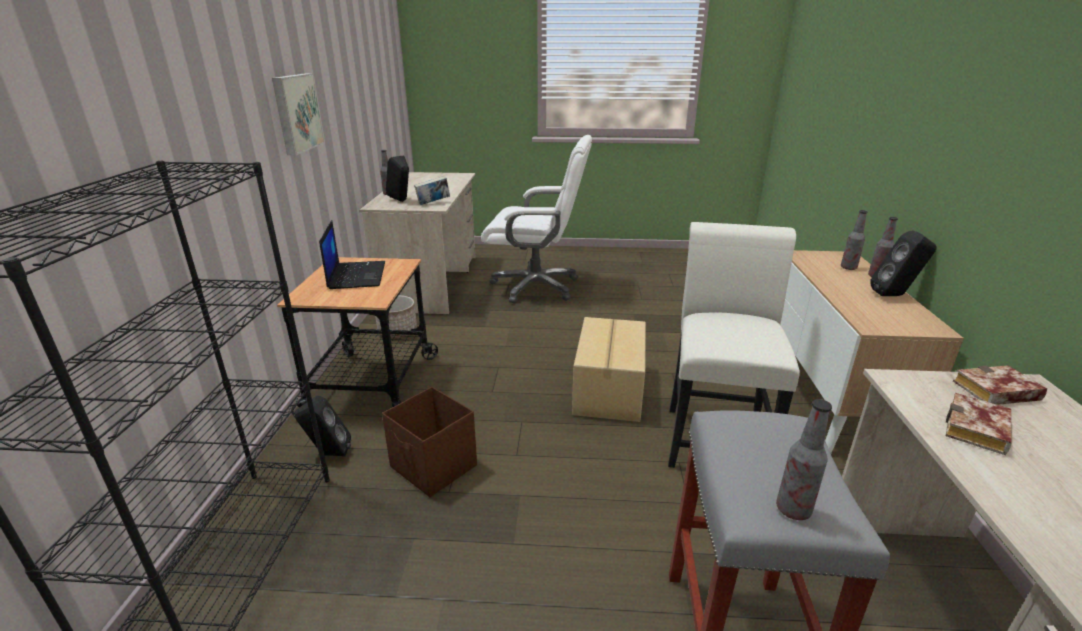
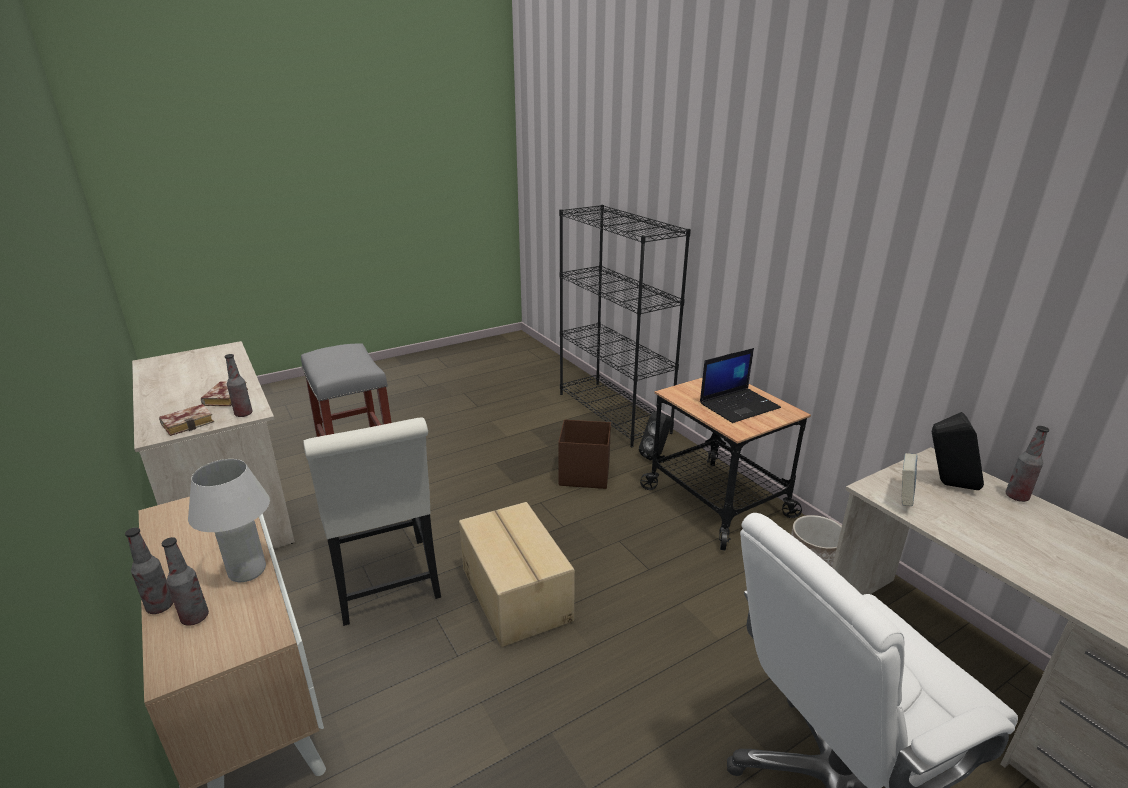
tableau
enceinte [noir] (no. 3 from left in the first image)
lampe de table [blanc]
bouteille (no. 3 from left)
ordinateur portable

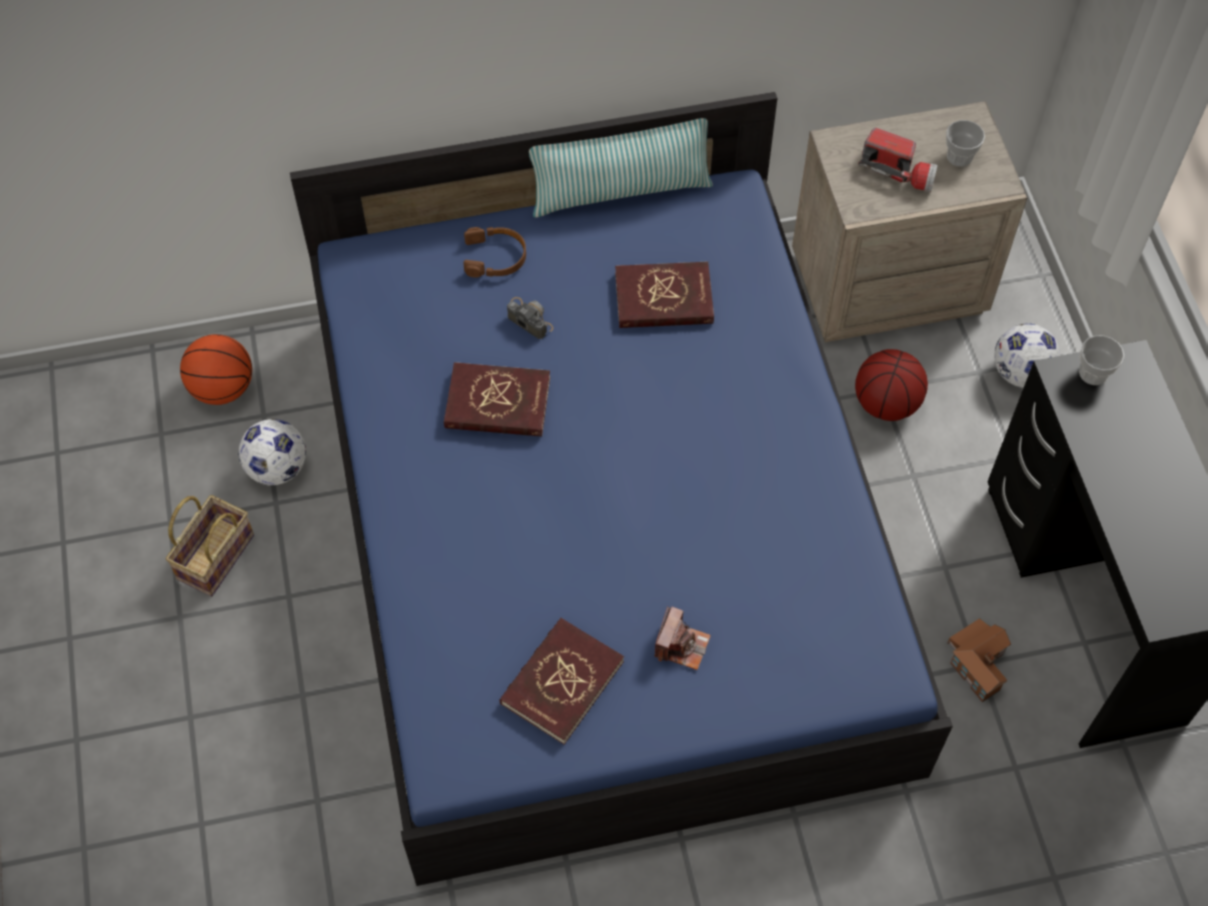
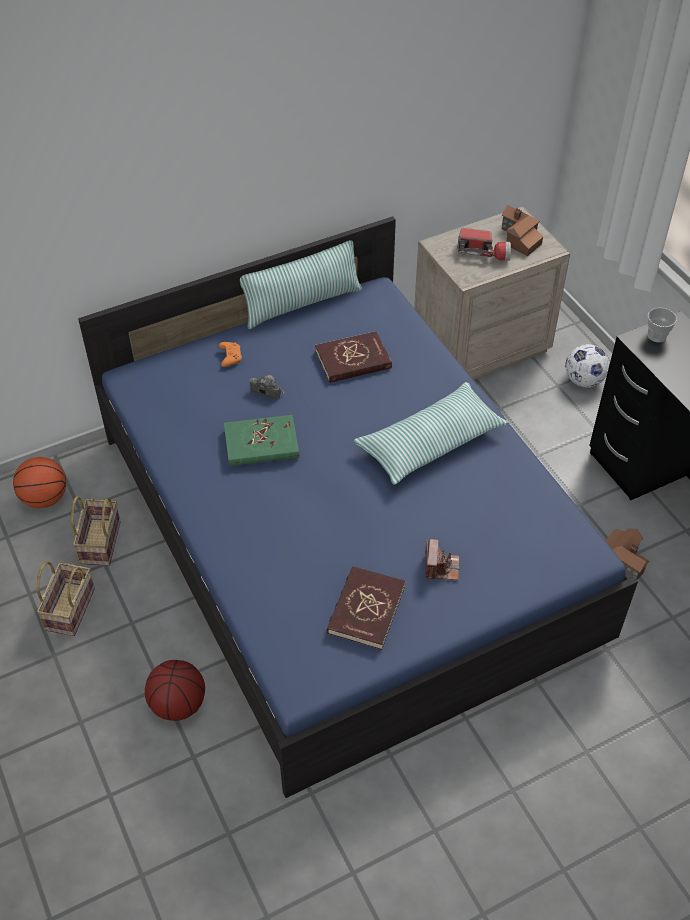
coussin (no. 2 from left)
ballon de basket (no. 2 from left)
panier (no. 2 from left)
manette [orange]
maison miniature (no. 1 from left)
livre [vert]

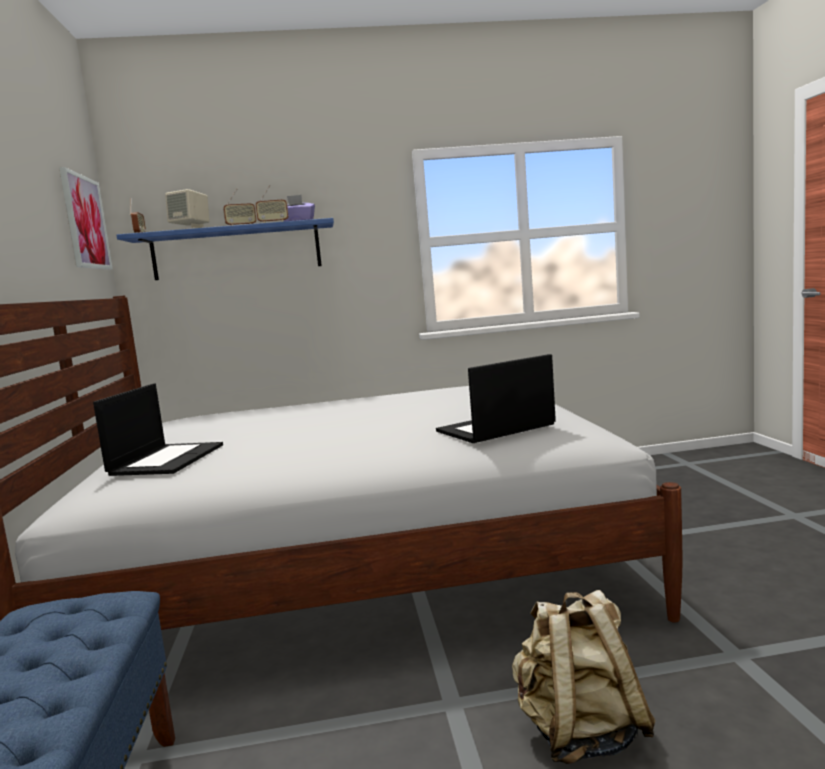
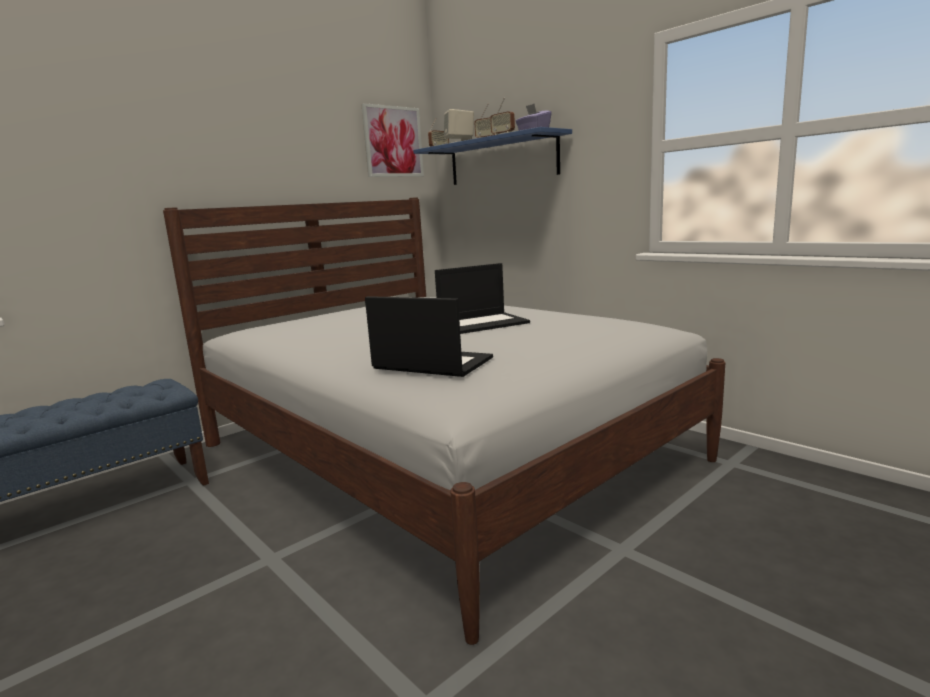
sac à dos [beige]
ordinateur portable (no. 2 from left)

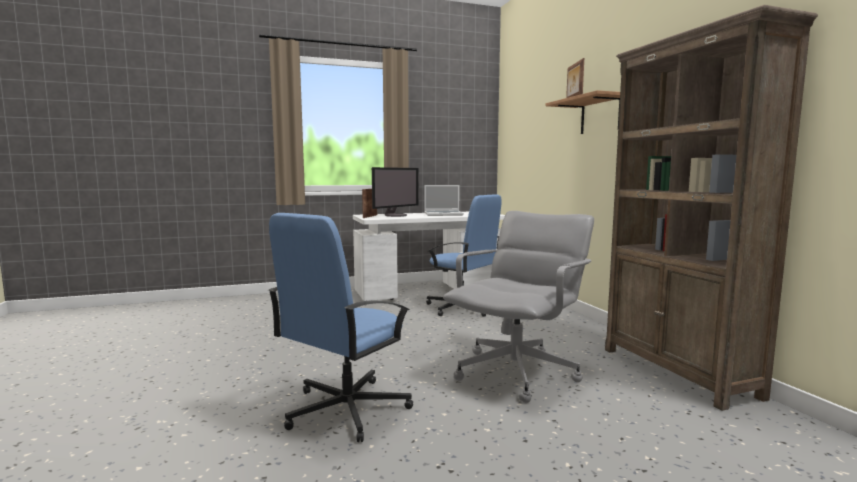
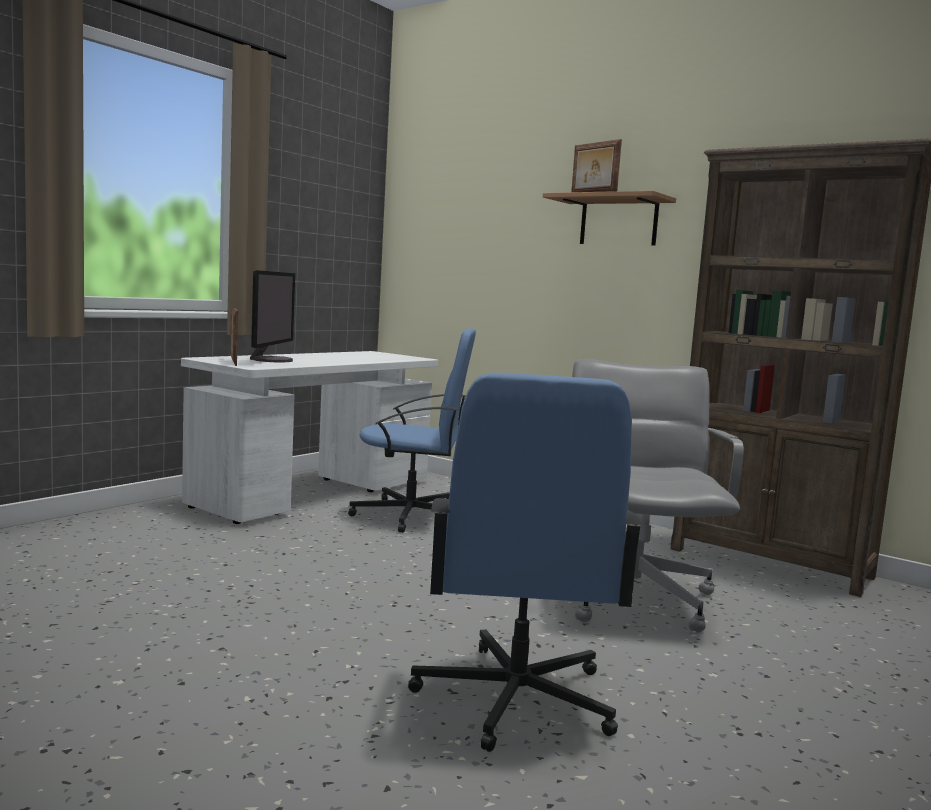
ordinateur portable

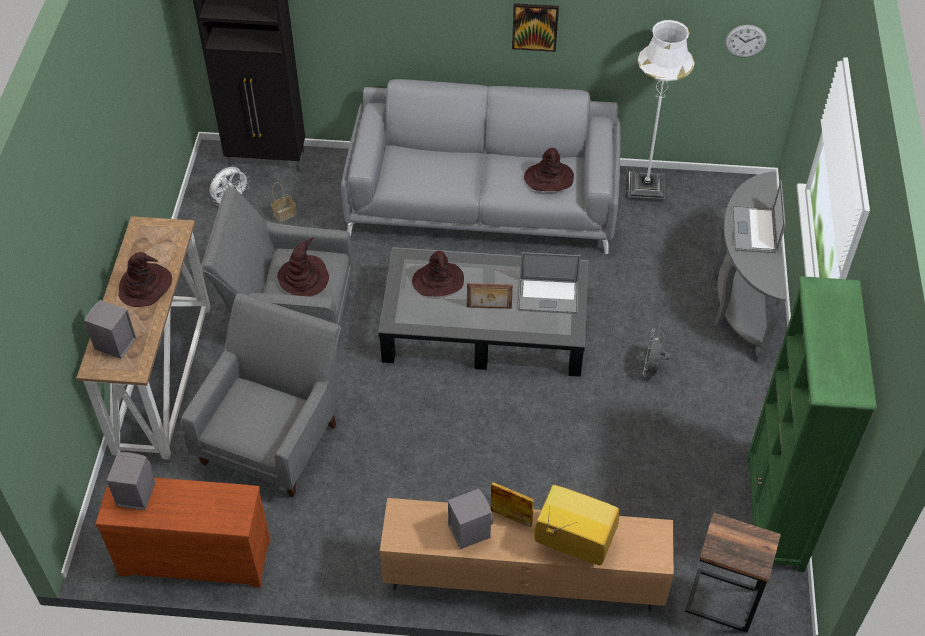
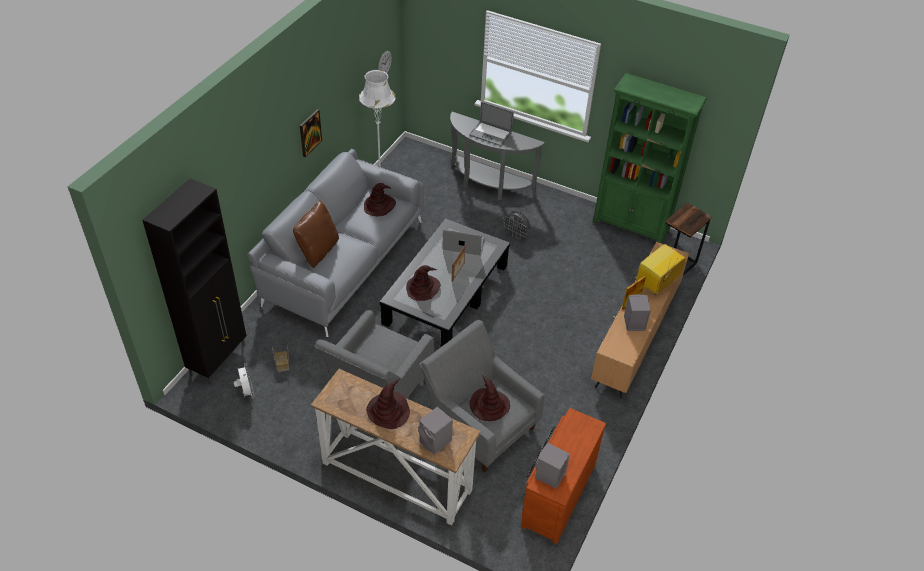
coussin [marron]
chapeau [marron] (no. 4 from left)
ordinateur portable (no. 1 from left)

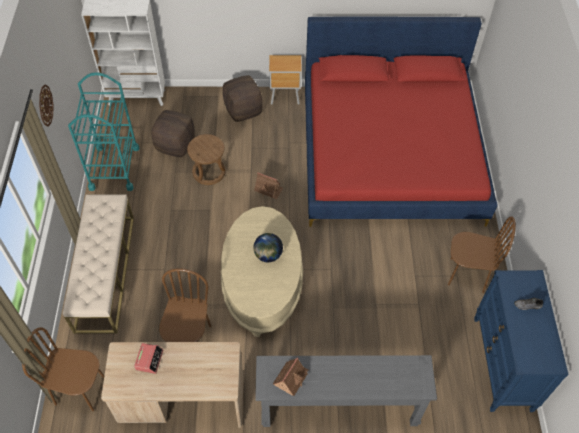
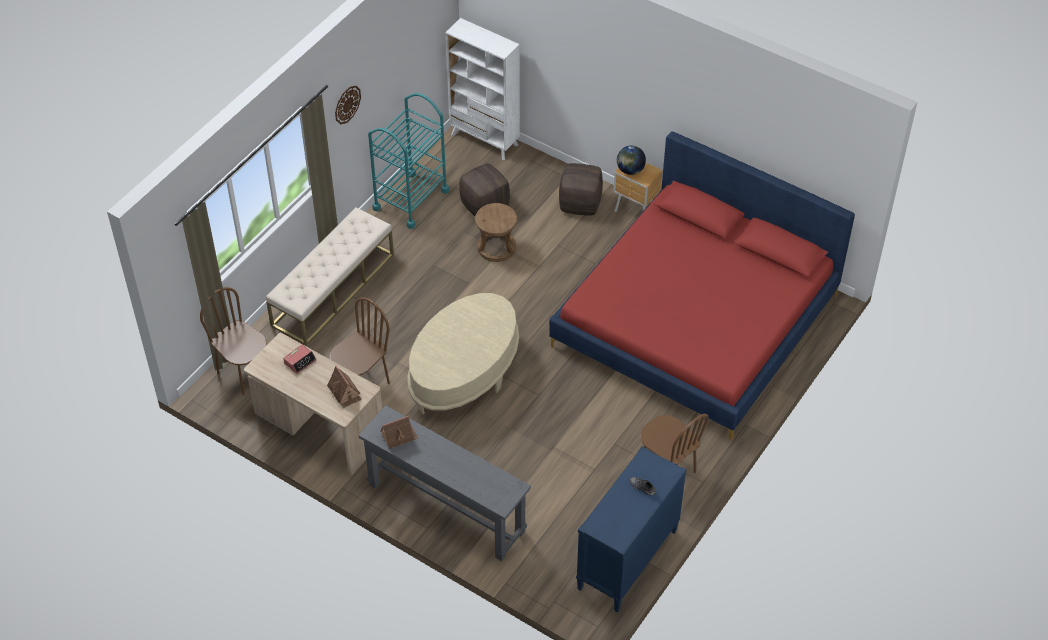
globe
maison miniature (no. 1 from left)

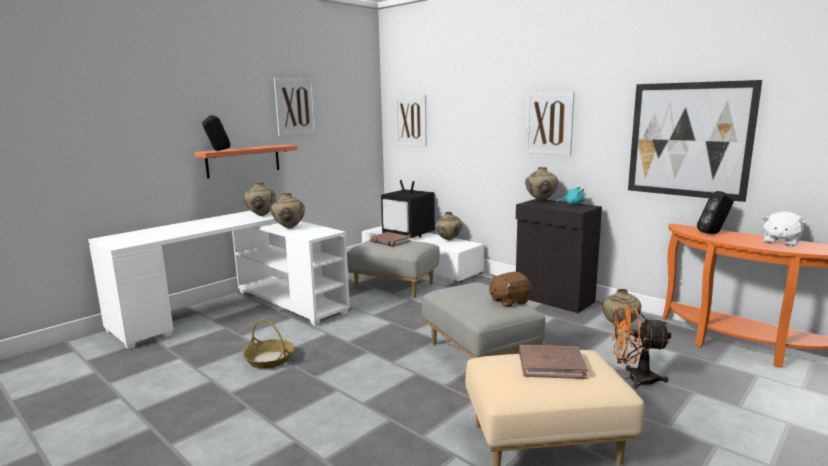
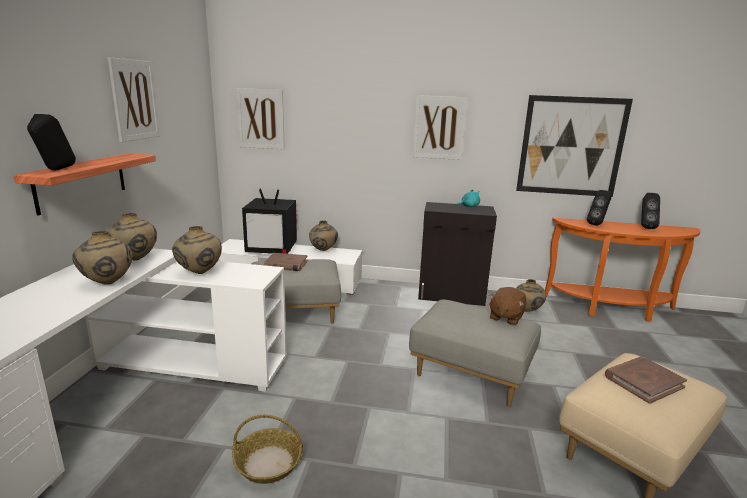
ventilateur [orange]
vase [beige] (no. 1 from left)
enceinte [noir] (no. 3 from left)

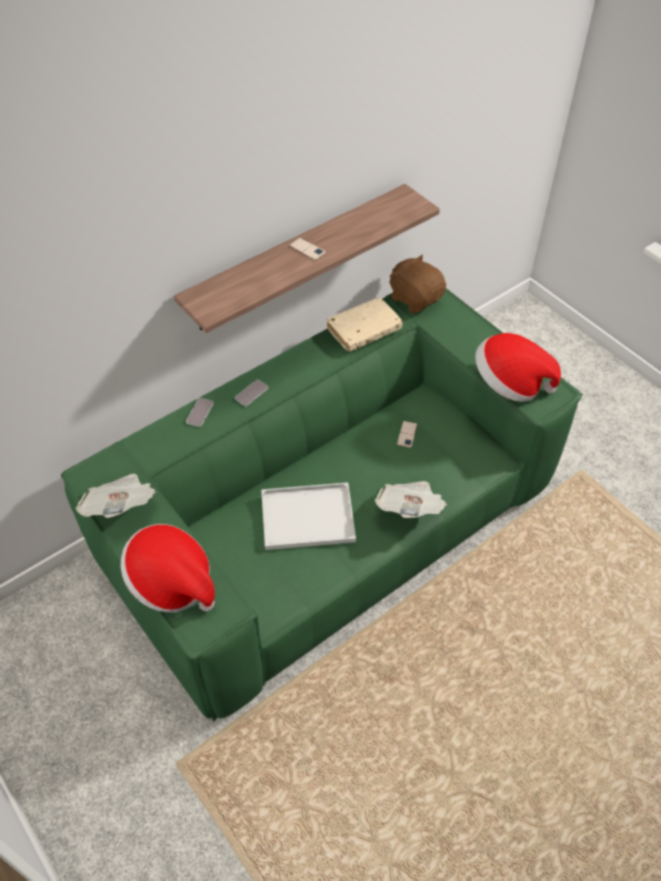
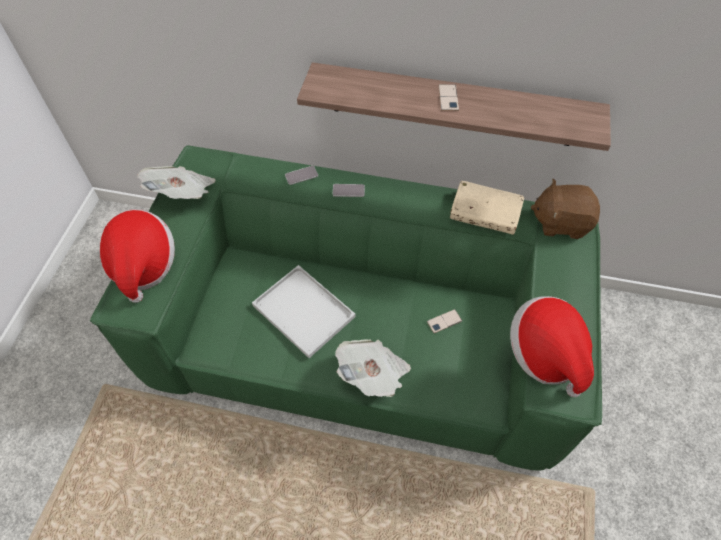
peluche [marron]

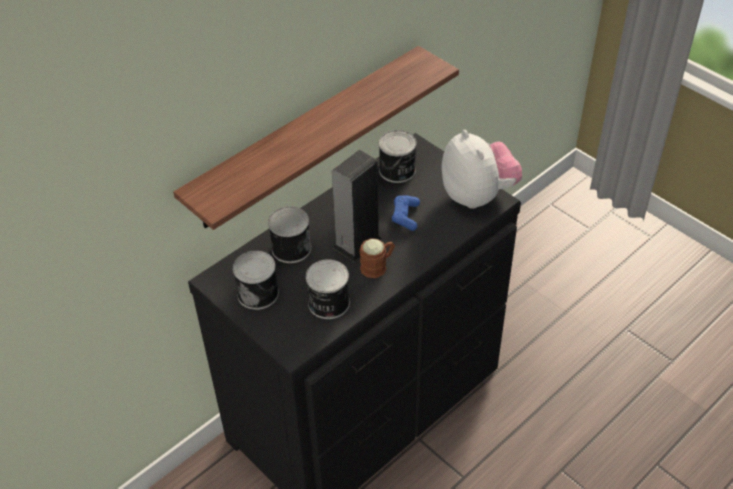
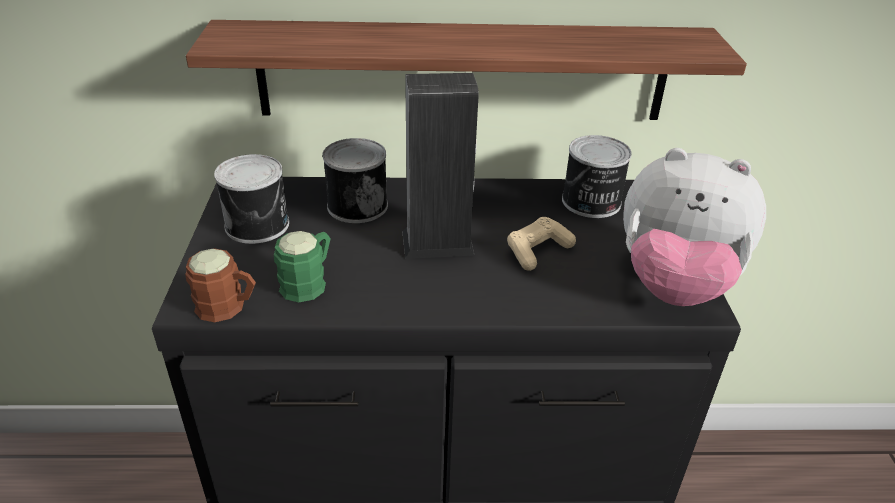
mug [marron]
mug [vert]
manette [beige]
peluche

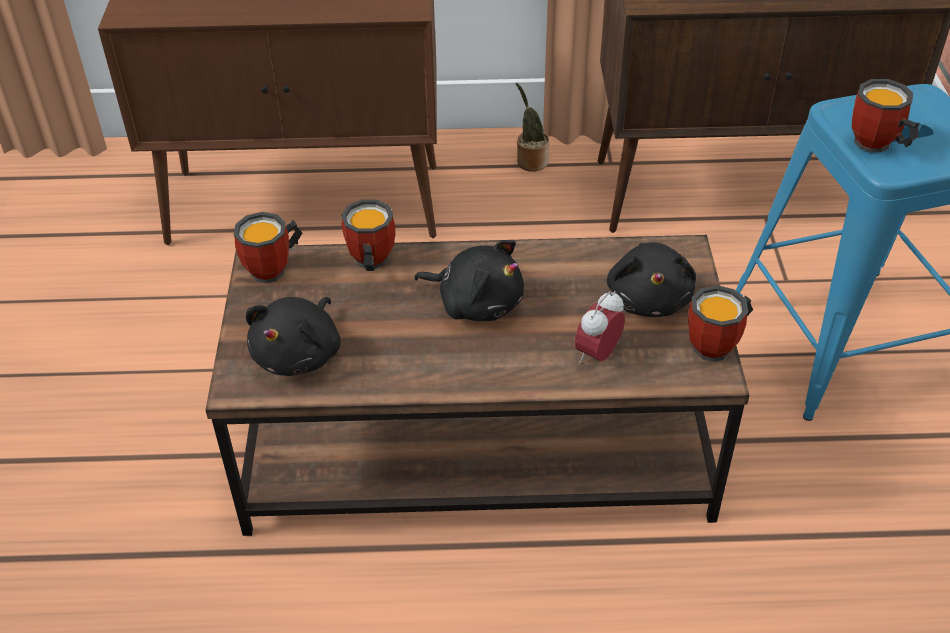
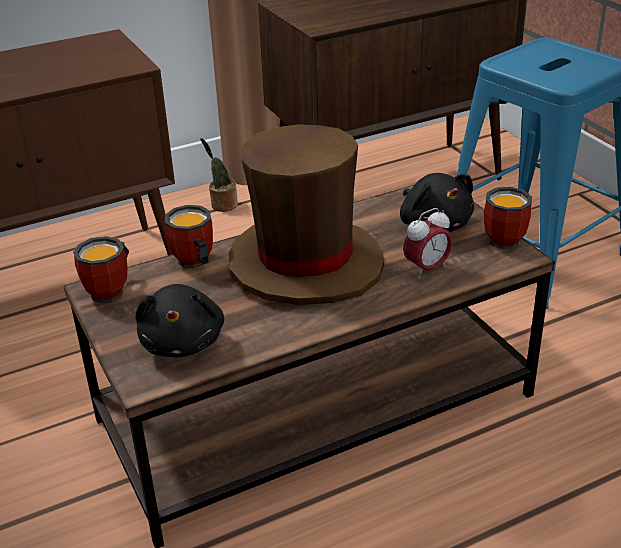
mug (no. 4 from left in the first image)
chapeau [marron]
réveil

